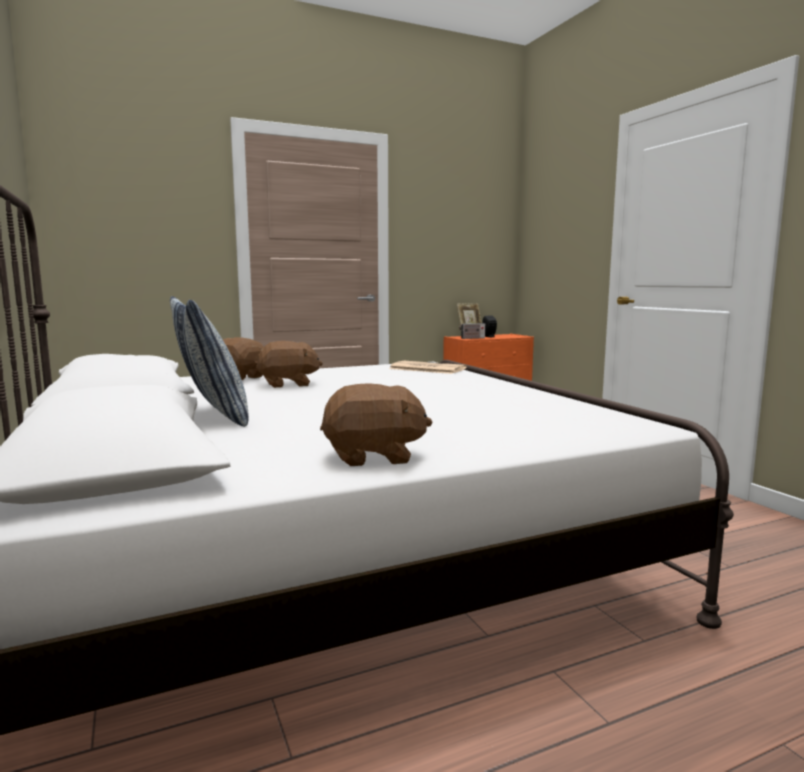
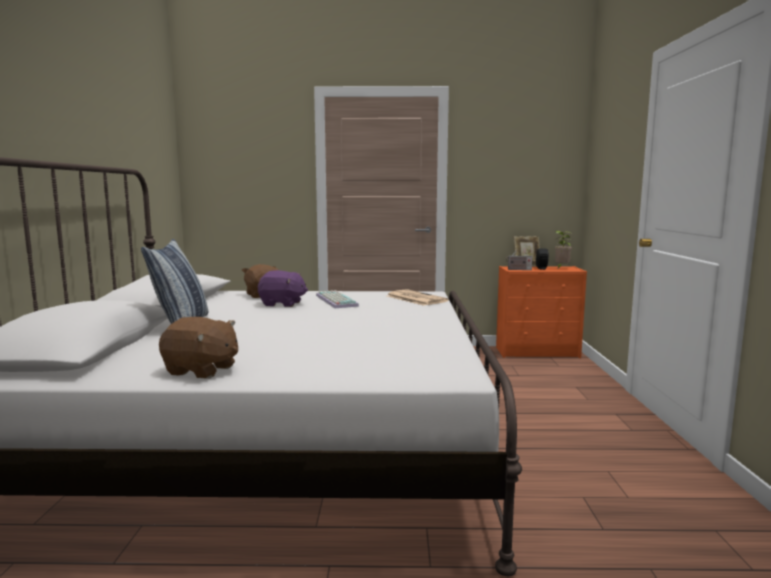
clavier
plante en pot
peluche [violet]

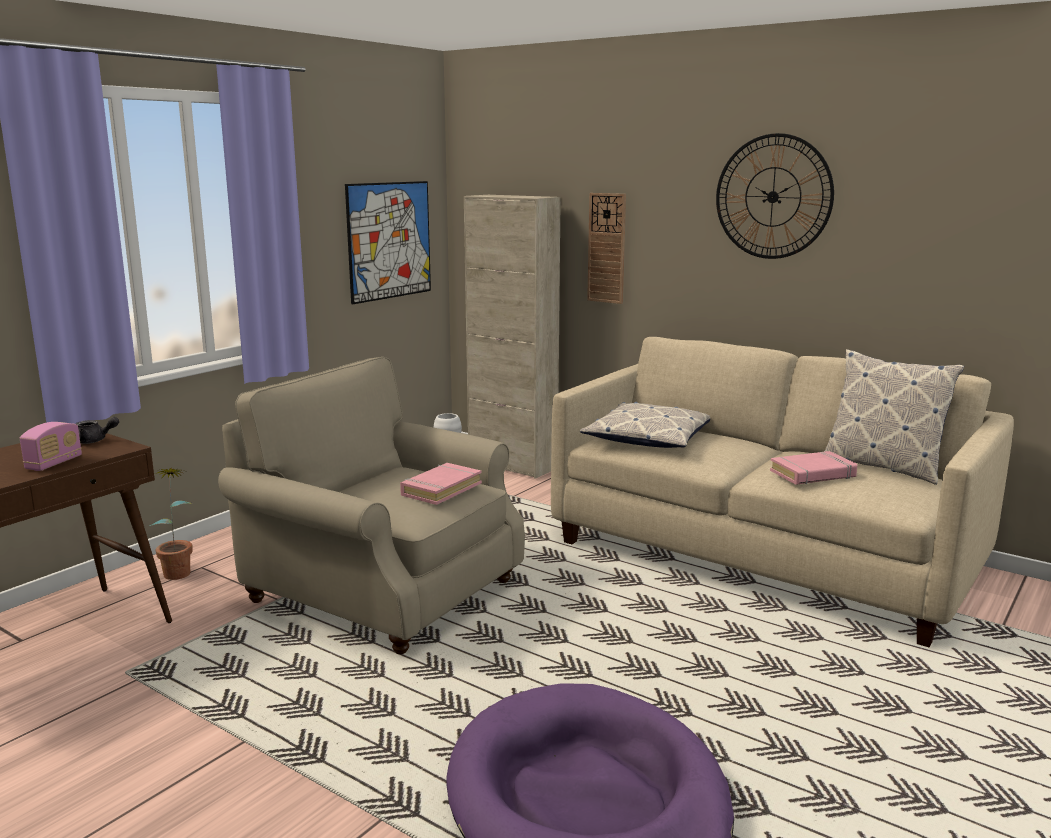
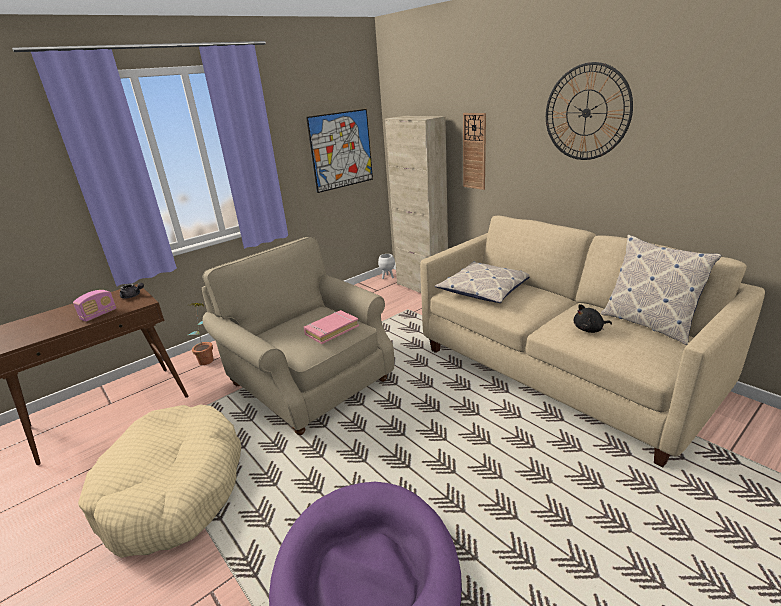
panier pour chien [beige]
peluche [noir]

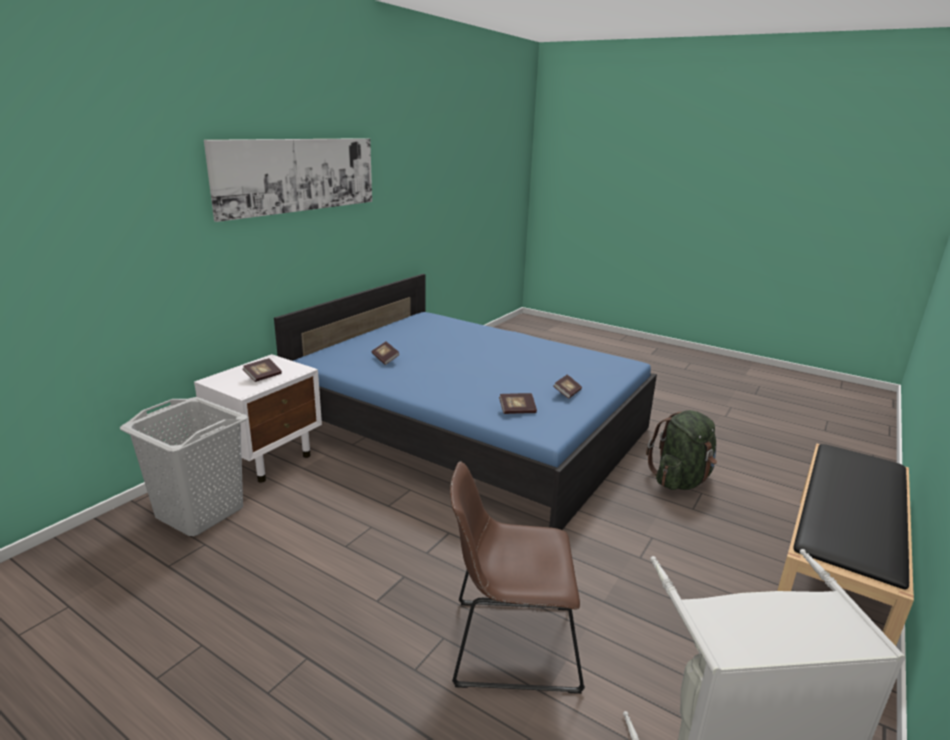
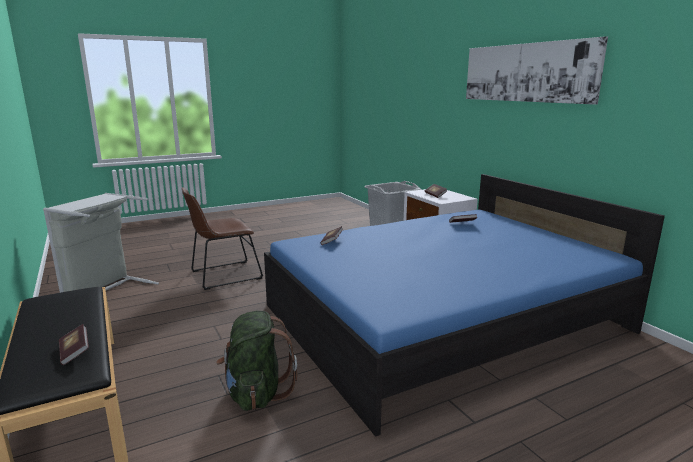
livre (no. 1 from left)
chaise [marron]

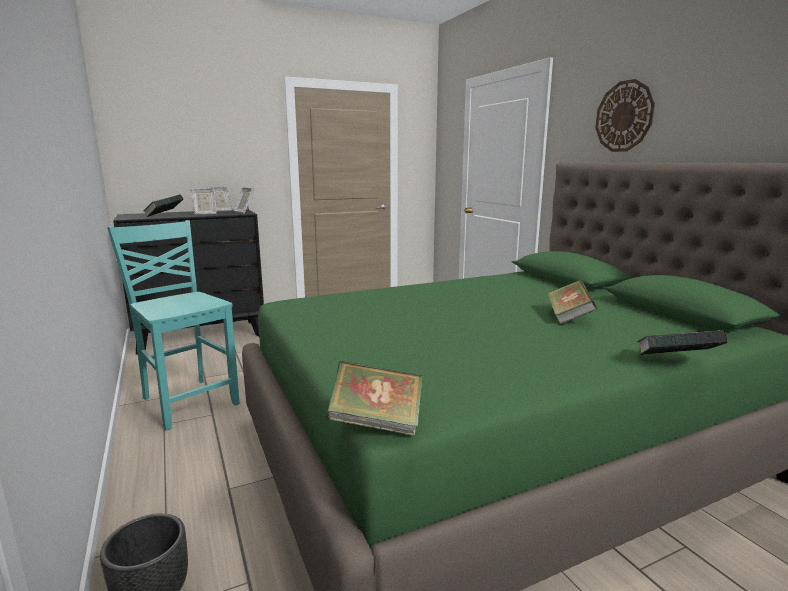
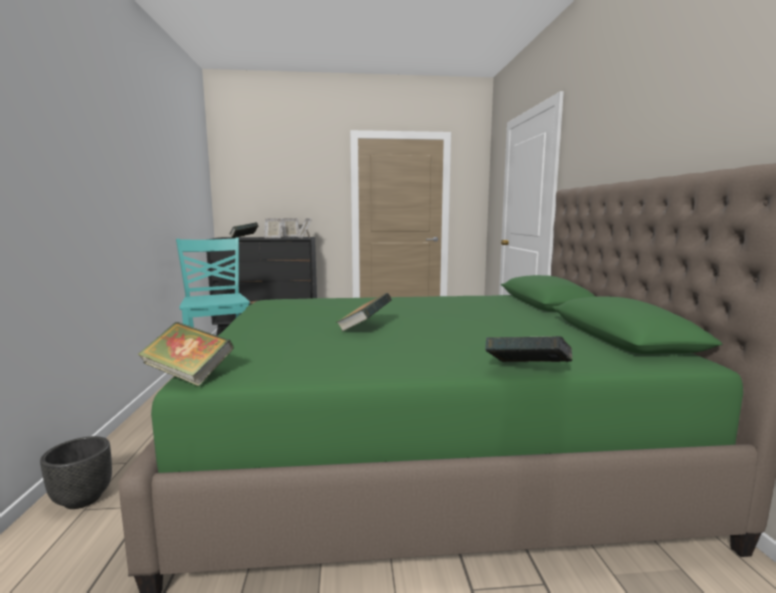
horloge murale
livre (no. 3 from left)

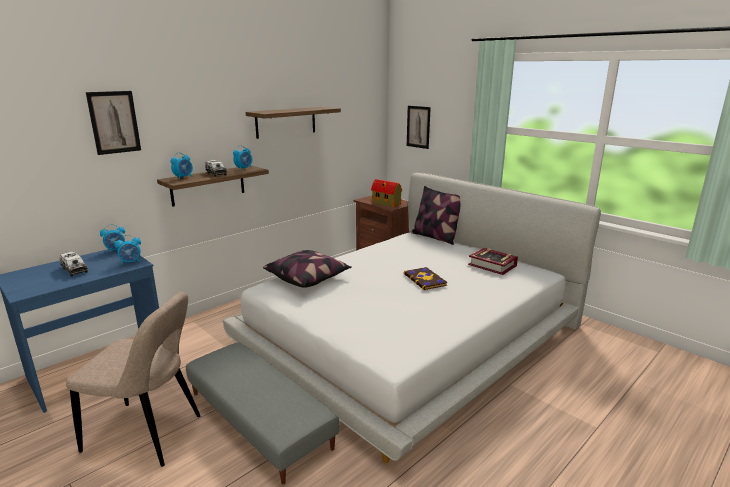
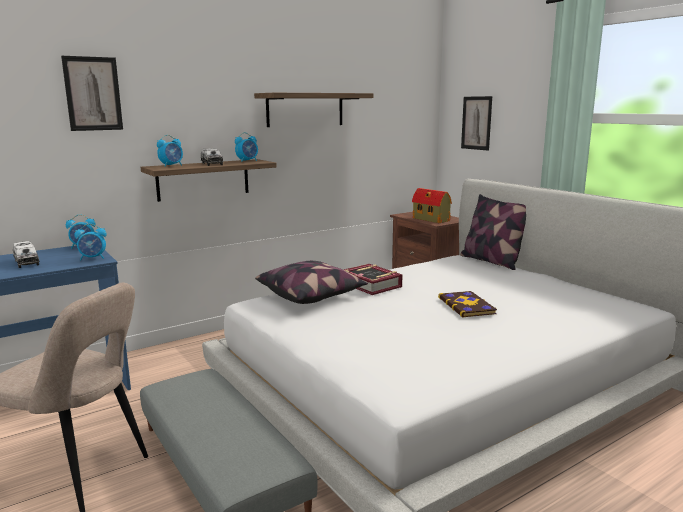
livre (no. 1 from left)

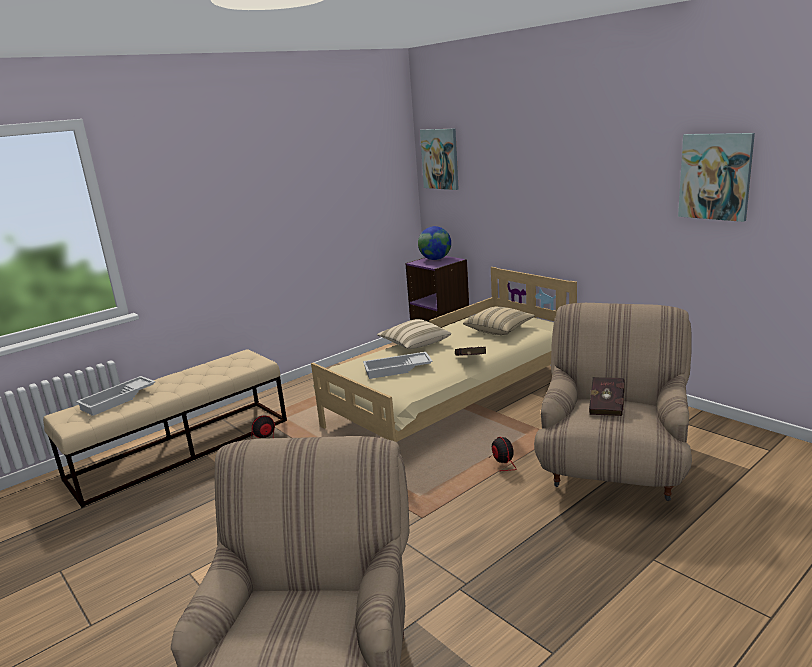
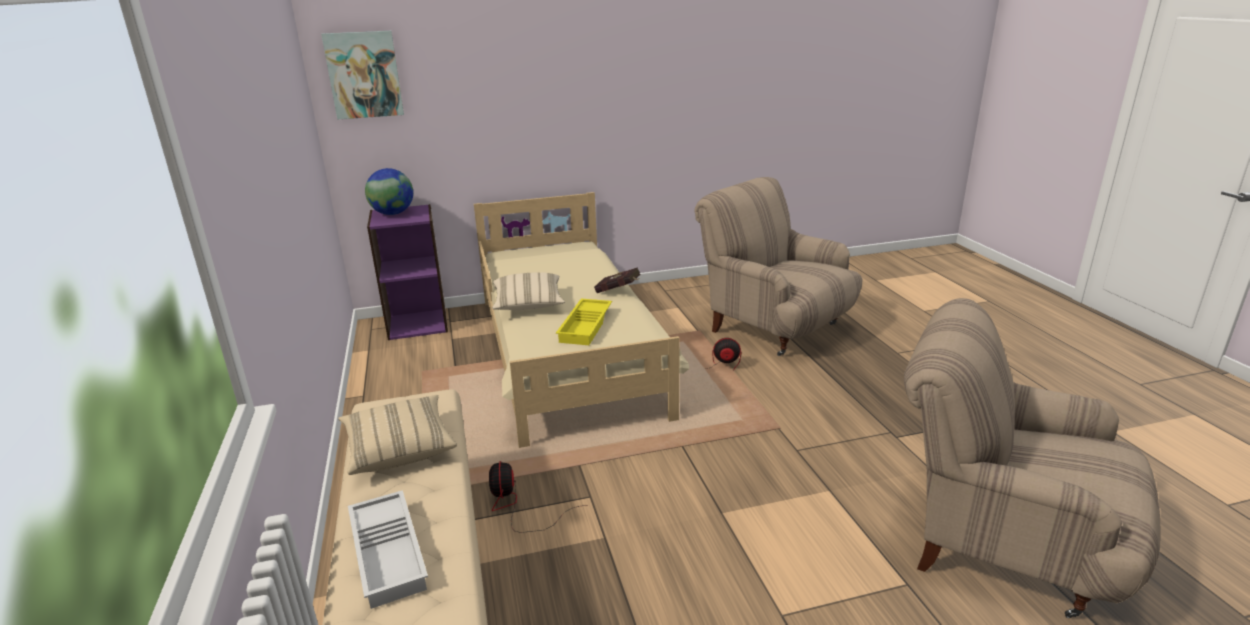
livre [rouge] (no. 2 from left in the first image)
tableau (no. 2 from left in the first image)
coussin [beige] (no. 1 from left)
plateau [jaune]

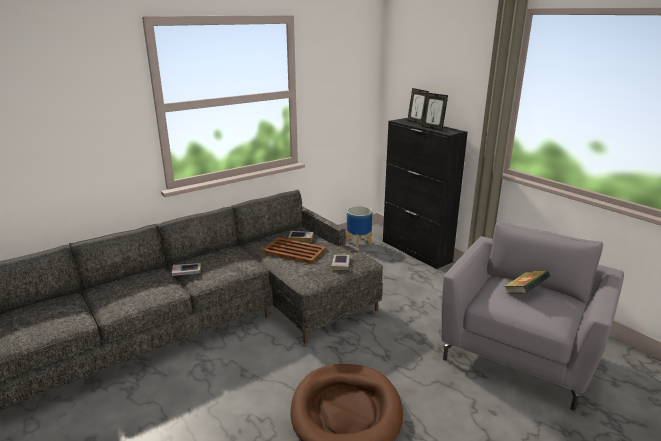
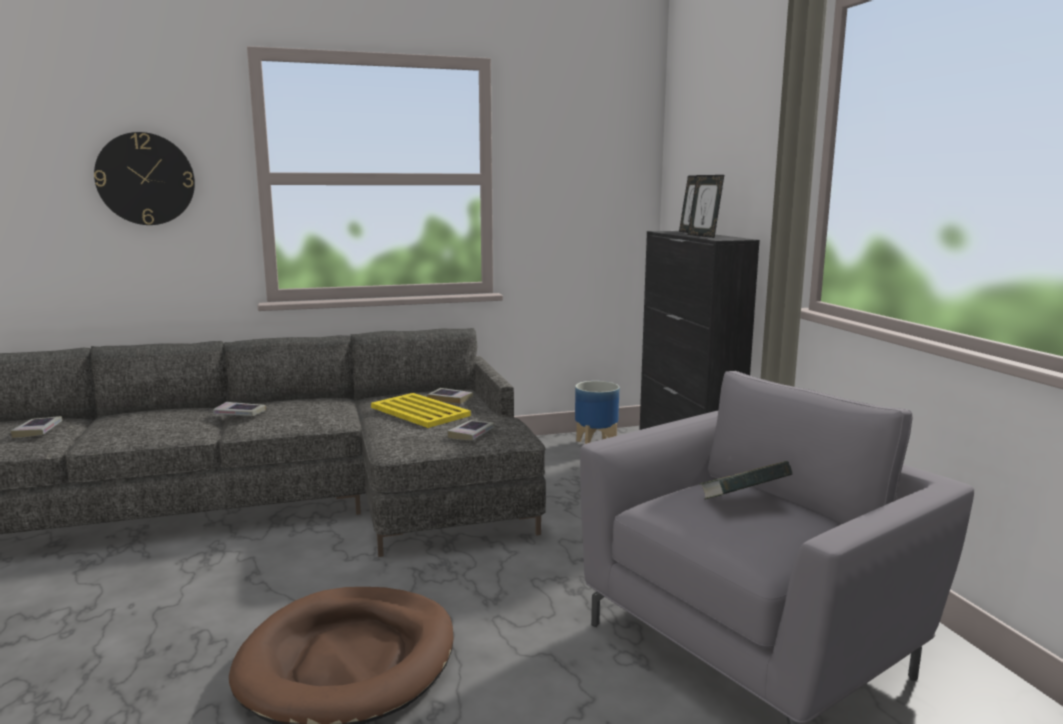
livre (no. 1 from left)
horloge murale
plateau [jaune]

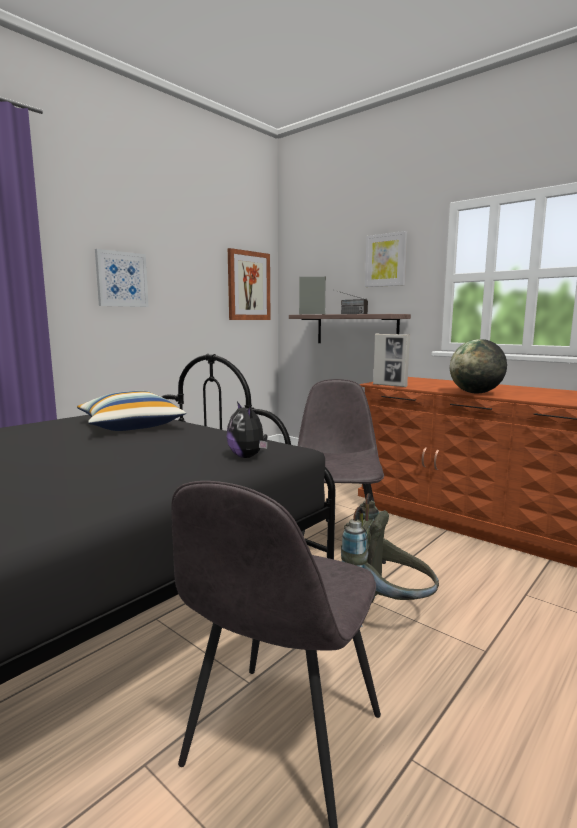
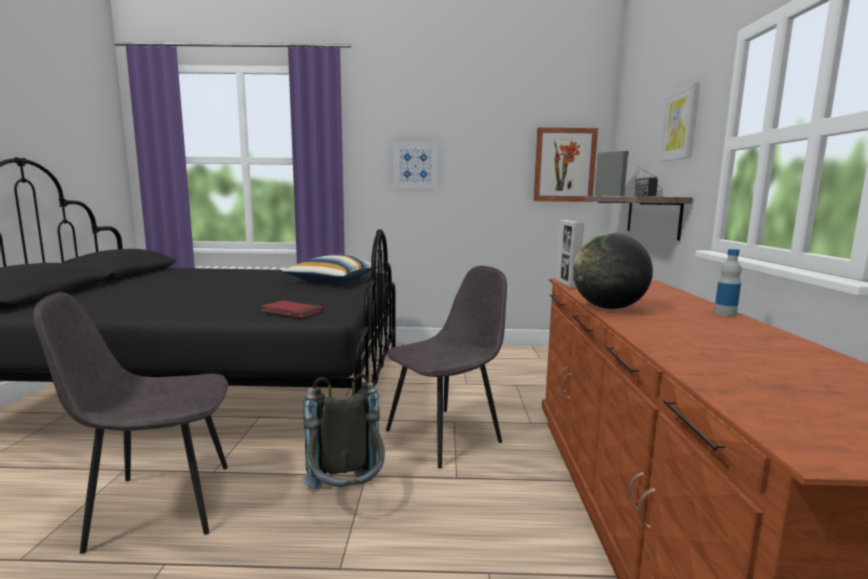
bouteille
livre [rouge]

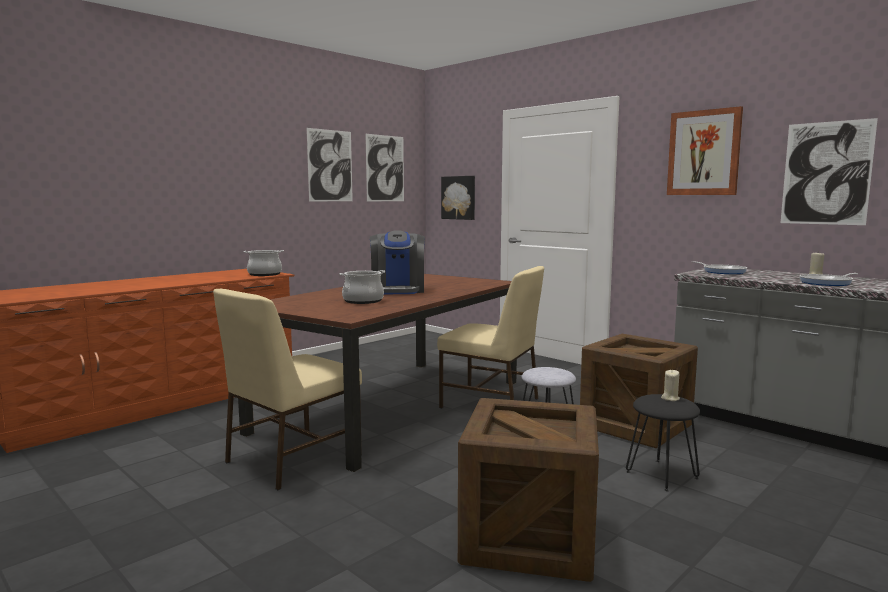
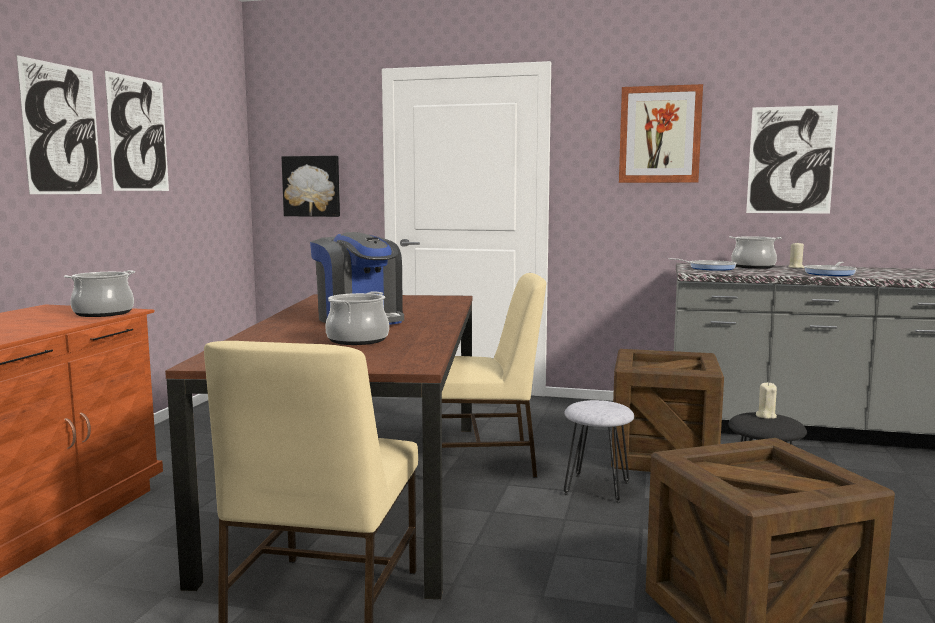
marmite (no. 3 from left)
tableau (no. 1 from left)

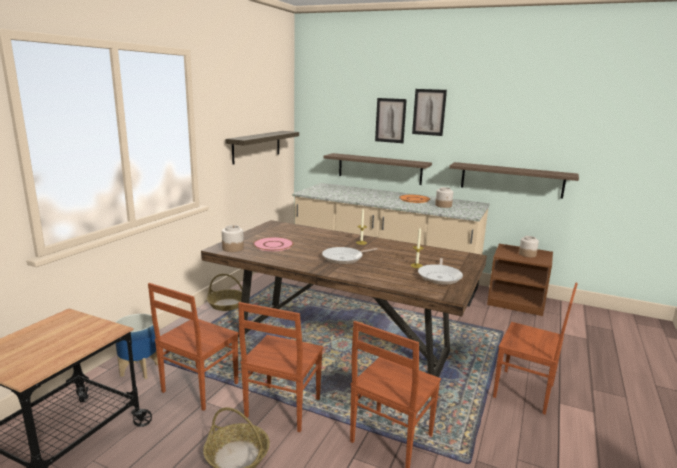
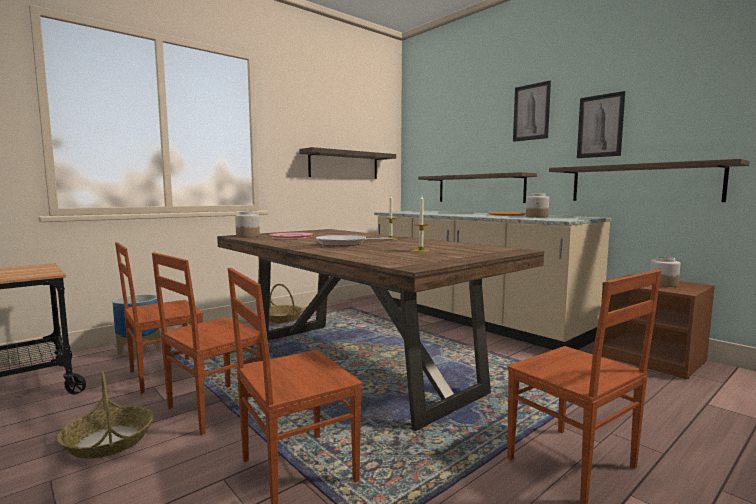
poêle (no. 2 from left in the first image)
tableau (no. 2 from left)

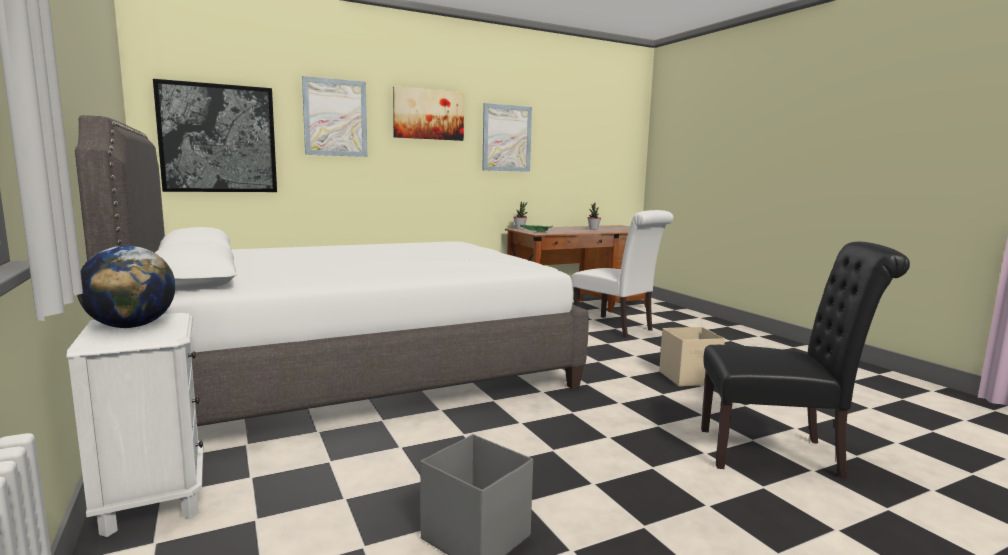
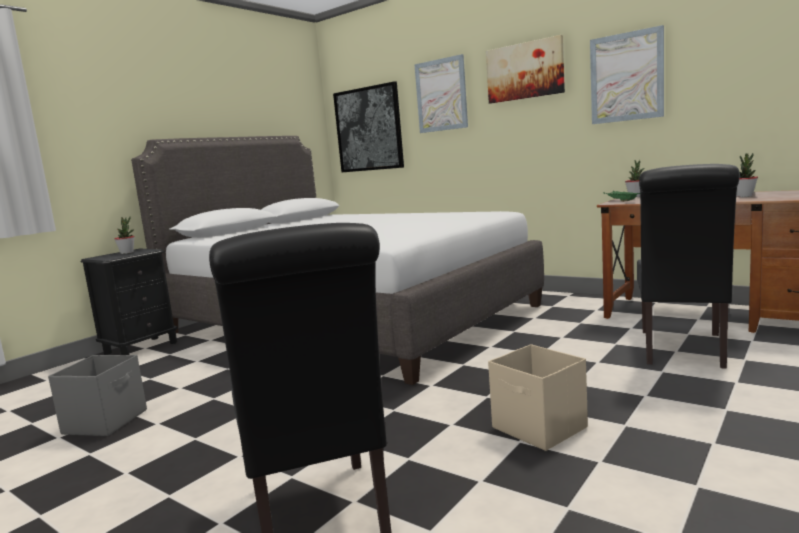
plante en pot (no. 1 from left)
table de chevet [noir]
chaise [noir] (no. 2 from left)

